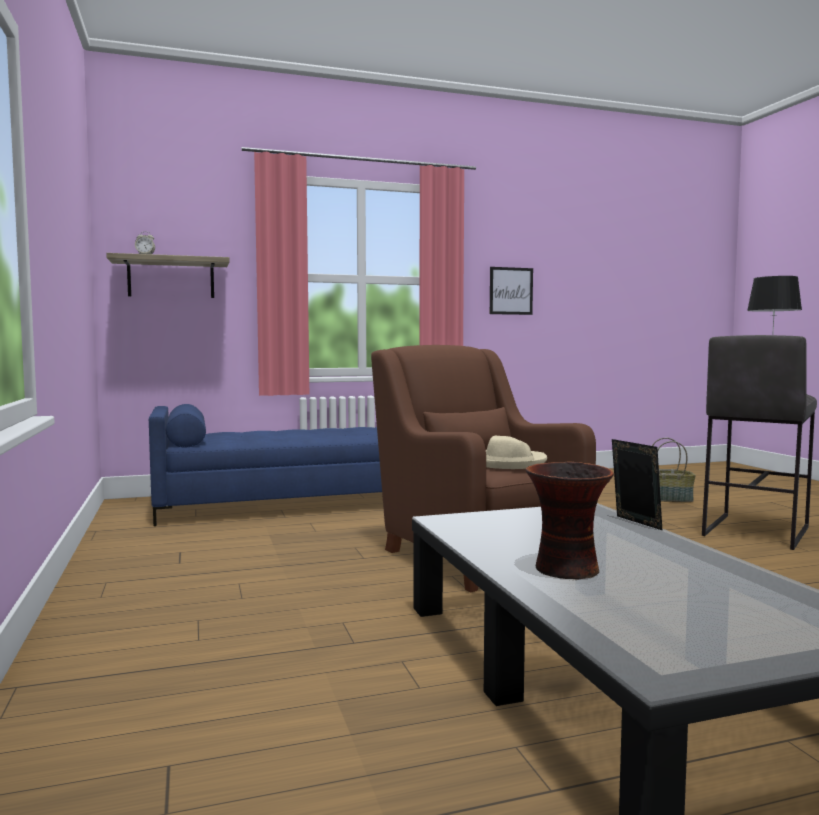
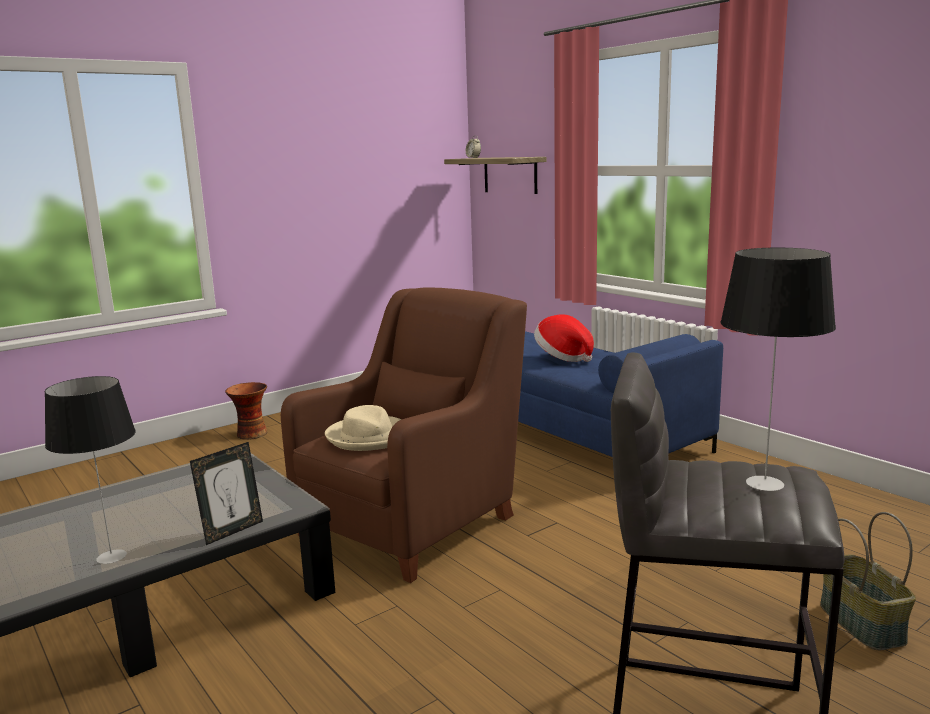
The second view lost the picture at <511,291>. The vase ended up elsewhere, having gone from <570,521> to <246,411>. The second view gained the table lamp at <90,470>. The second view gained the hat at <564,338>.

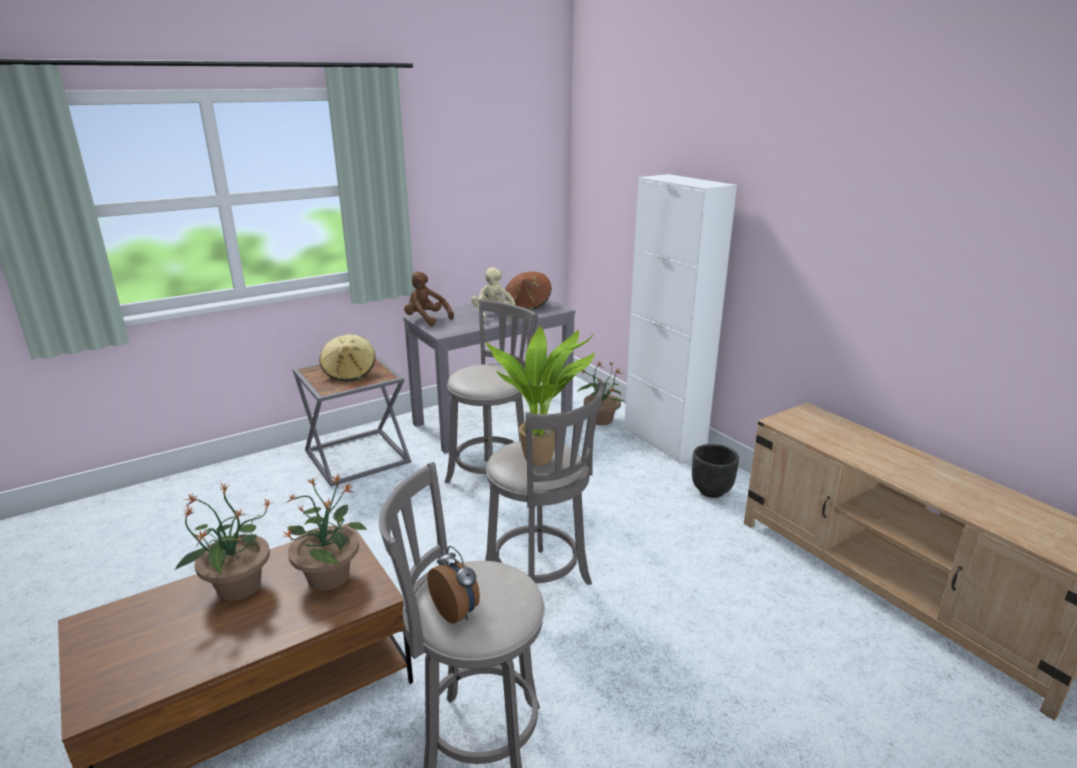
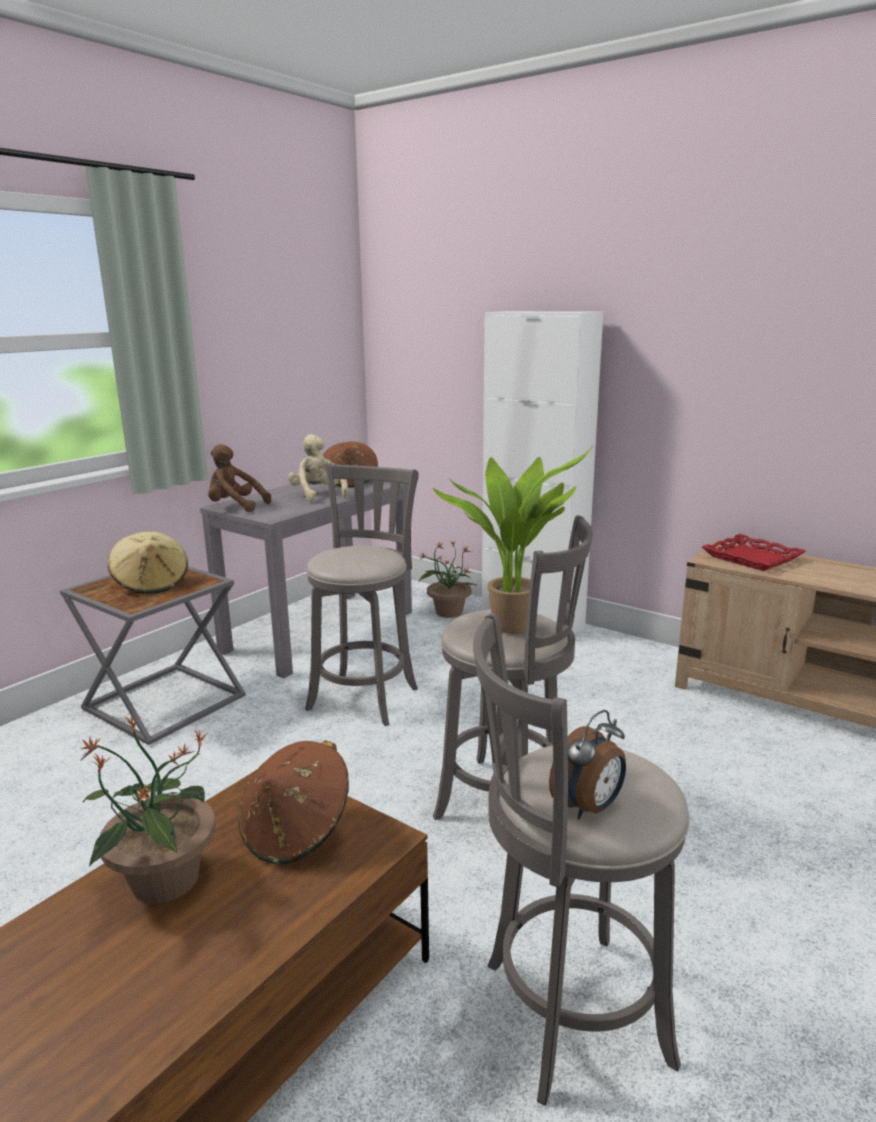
Where the potted plant stood at <325,532>, the brown hat came to stand at <294,802>. The alarm clock at <453,585> ended up facing another way, 105 degrees clockwise from before. The second view lost the black planter at <715,471>. The second view gained the red tray at <754,552>.

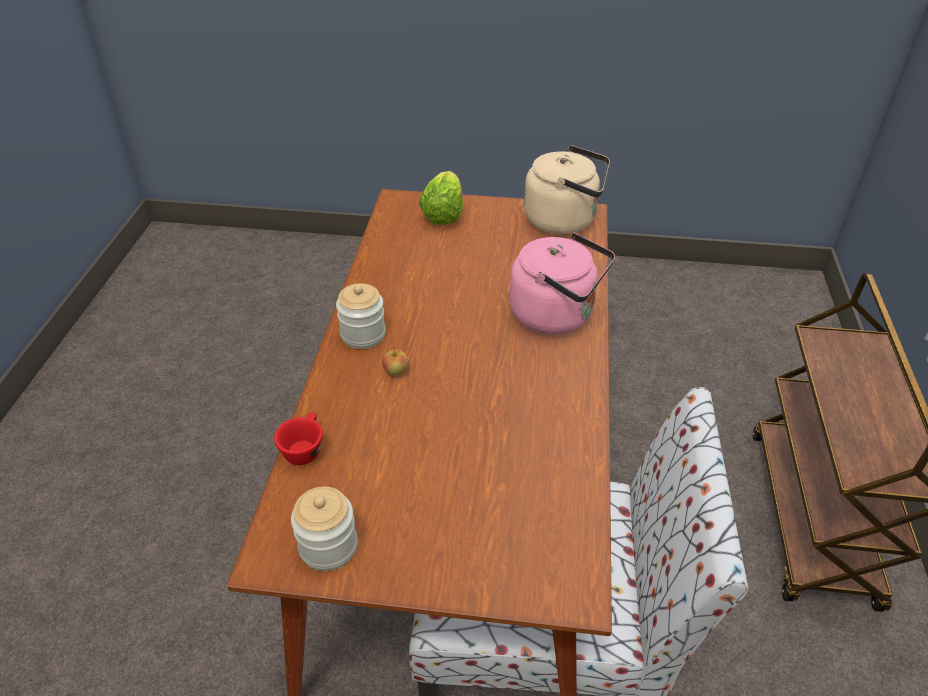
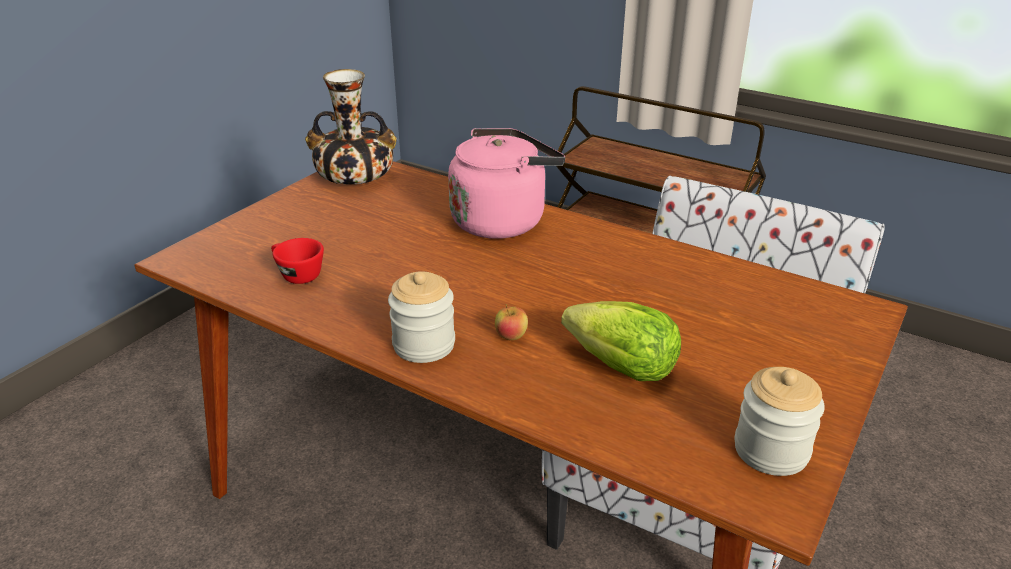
The red cup ended up elsewhere, having gone from <298,438> to <297,261>. The lettuce ended up elsewhere, having gone from <441,198> to <621,341>. Where the beige kettle stood at <567,189>, the vase came to stand at <351,127>.

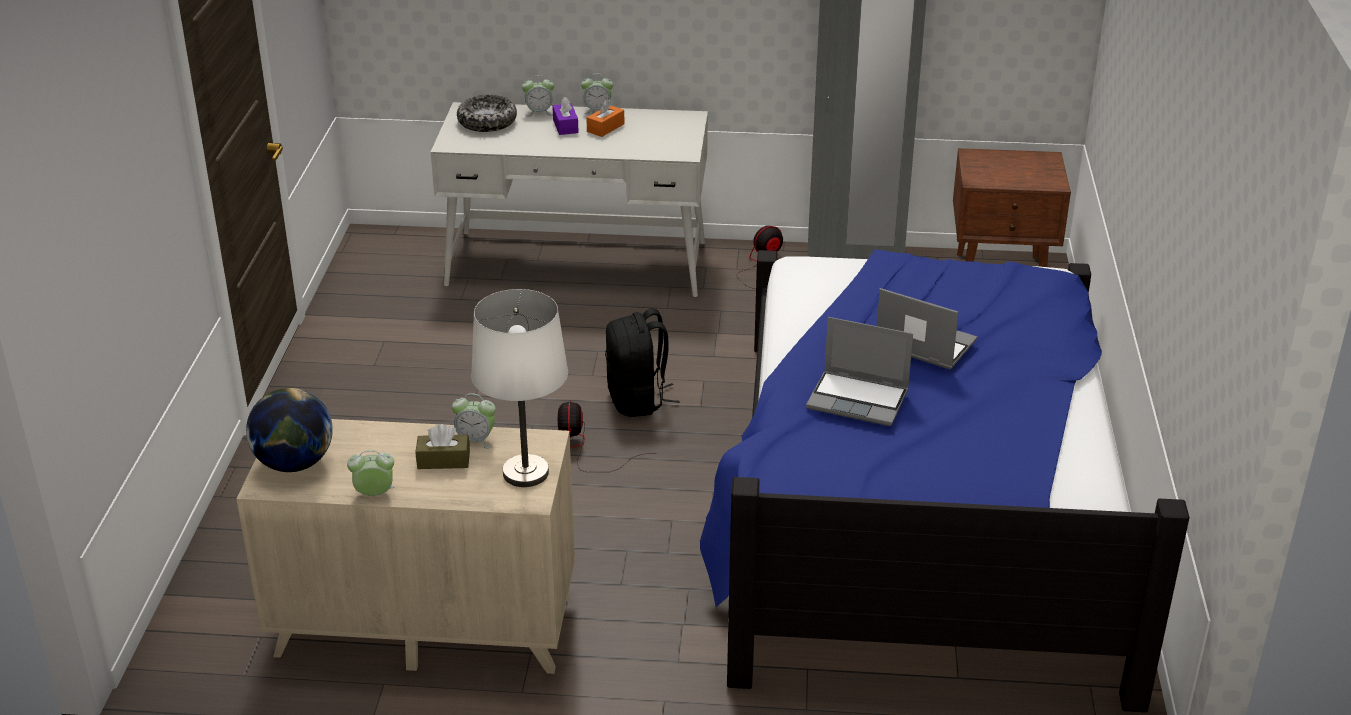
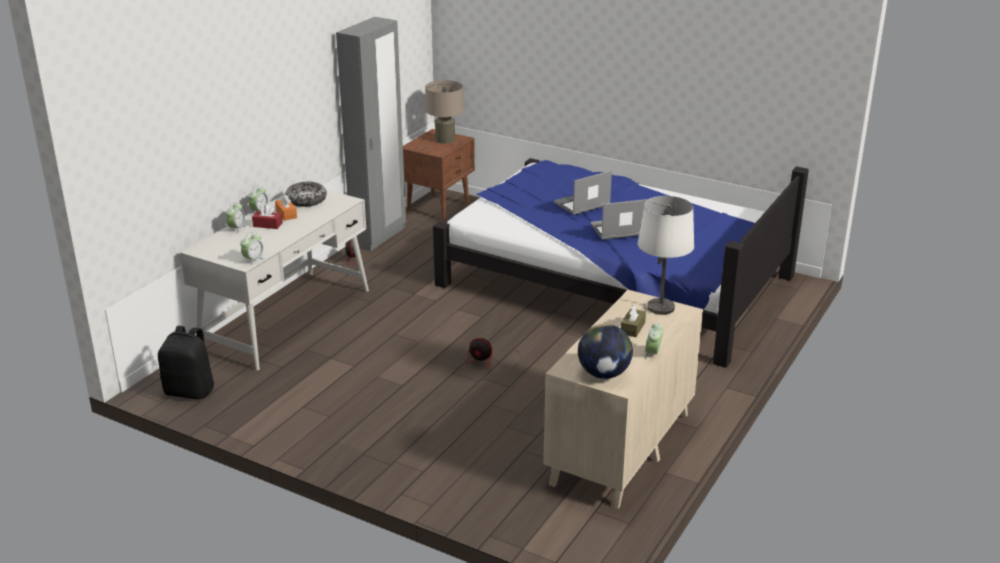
The alarm clock ended up elsewhere, having gone from <474,421> to <252,249>. The bowl ended up elsewhere, having gone from <487,113> to <306,194>. What was the purple tissue box at <565,116> turned into the red tissue box at <267,216>. The black backpack ended up elsewhere, having gone from <642,363> to <186,362>. The laptop at <859,371> ended up facing another way, 150 degrees counterclockwise from before. The second view gained the beige table lamp at <444,112>.

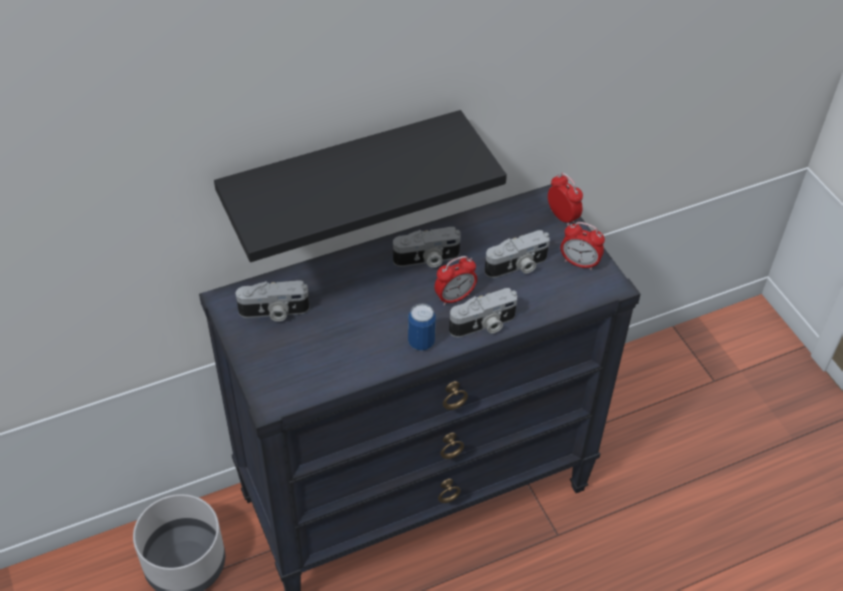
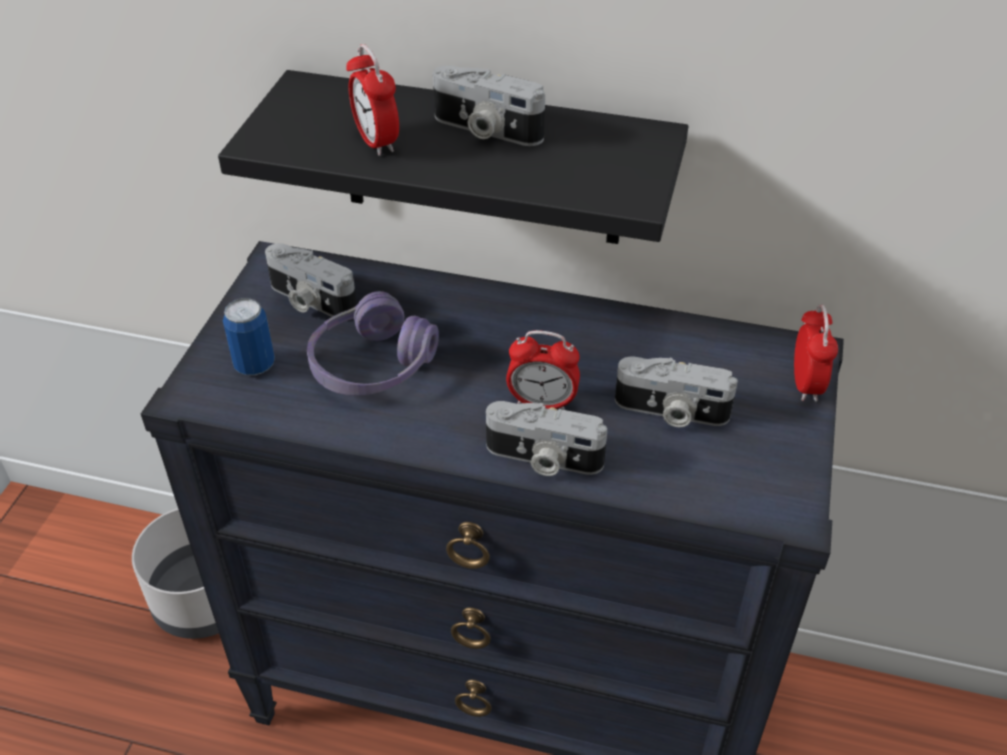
The photo camera ended up elsewhere, having gone from <427,247> to <489,105>. The can ended up elsewhere, having gone from <422,327> to <249,336>. The alarm clock ended up elsewhere, having gone from <583,246> to <372,100>. The second view gained the purple headphones at <373,343>.

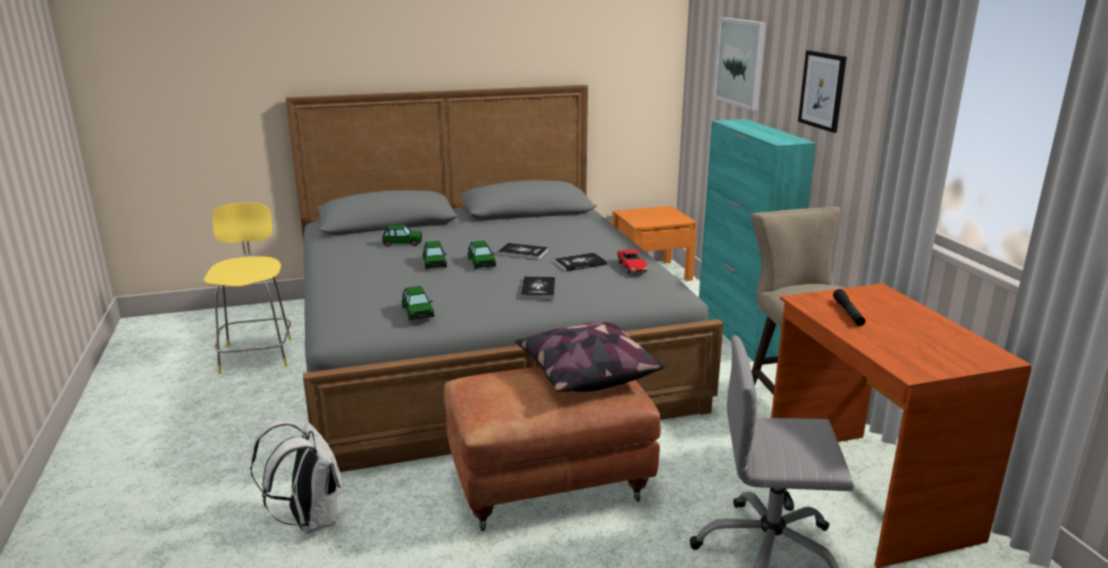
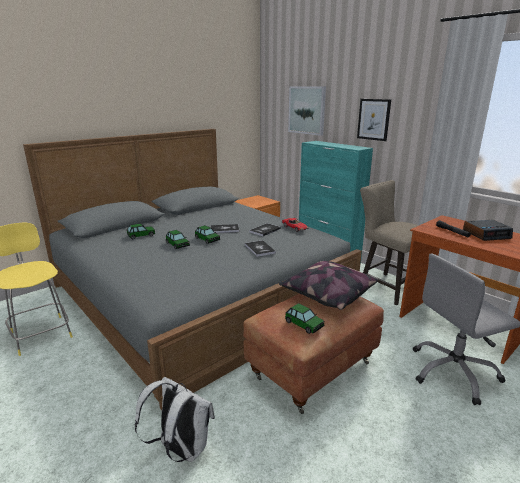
The toy car ended up elsewhere, having gone from <418,303> to <304,318>. The second view gained the alarm clock at <488,230>.

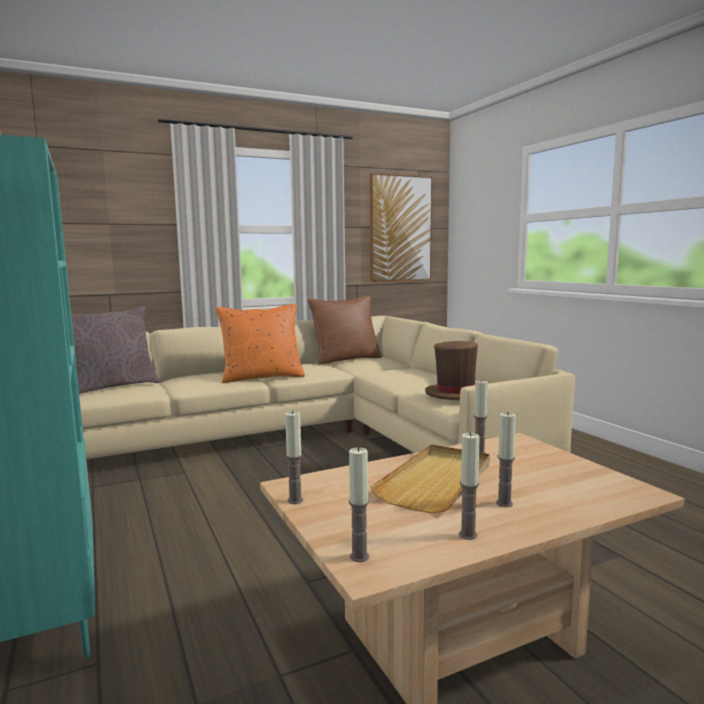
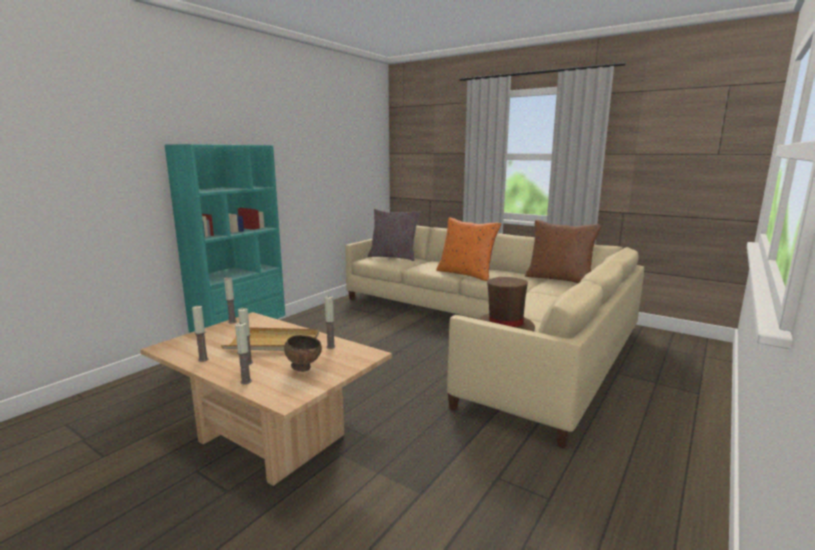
The candle ended up elsewhere, having gone from <359,504> to <243,353>. The second view lost the picture at <401,227>. The second view gained the brown bowl at <303,353>.

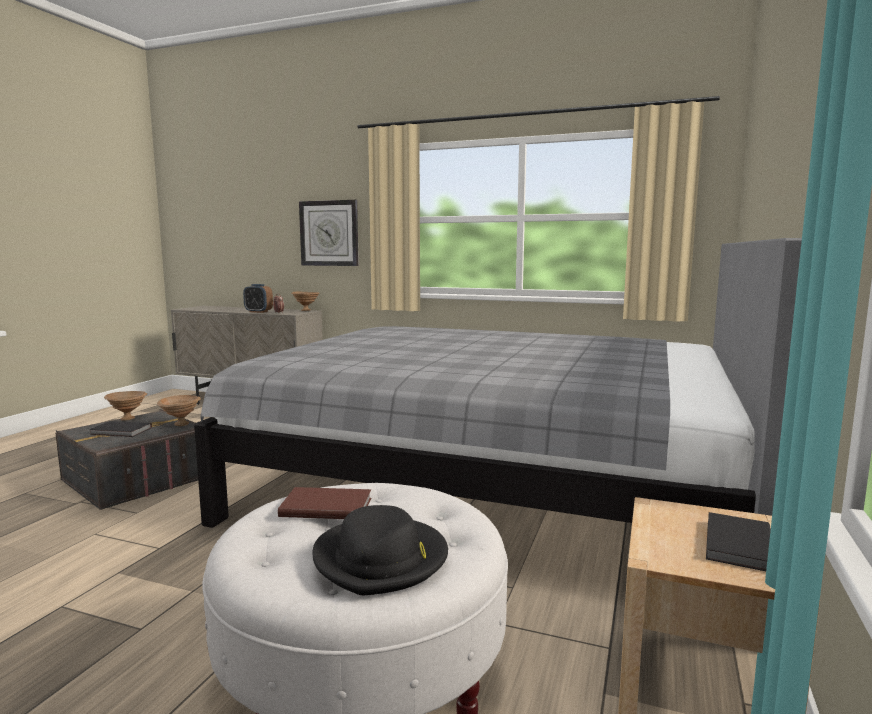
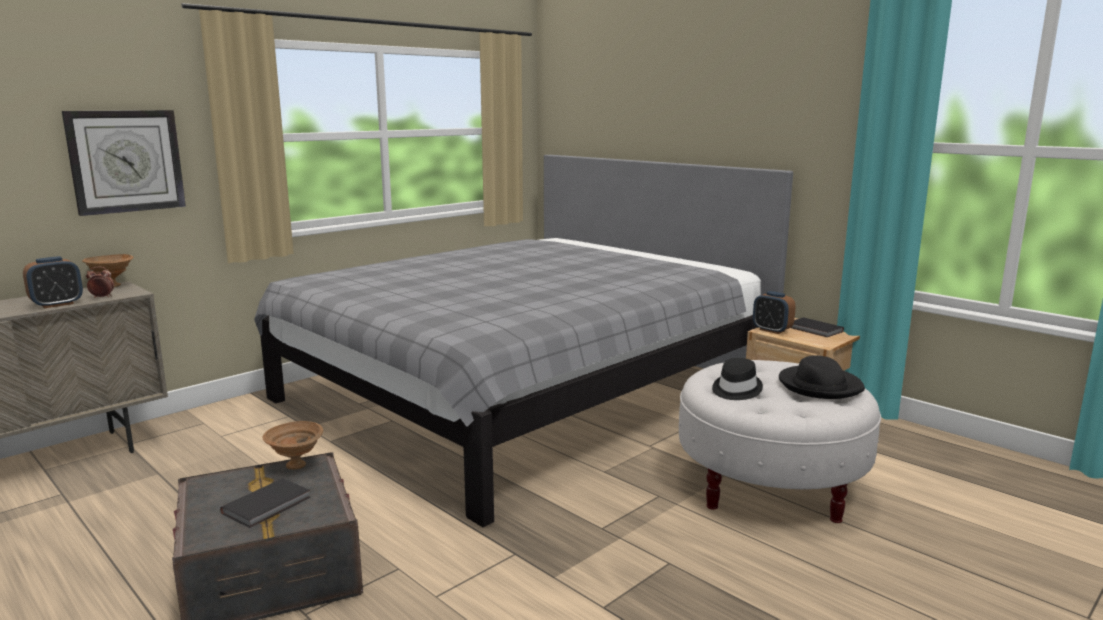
The second view lost the brown bowl at <125,406>. Where the brown book stood at <324,503>, the black hat came to stand at <737,379>. The second view gained the alarm clock at <774,312>.

